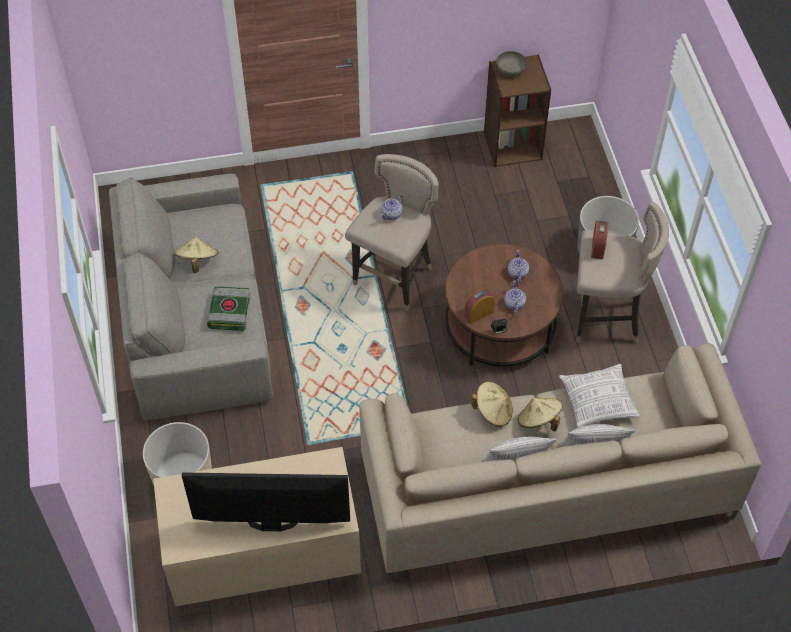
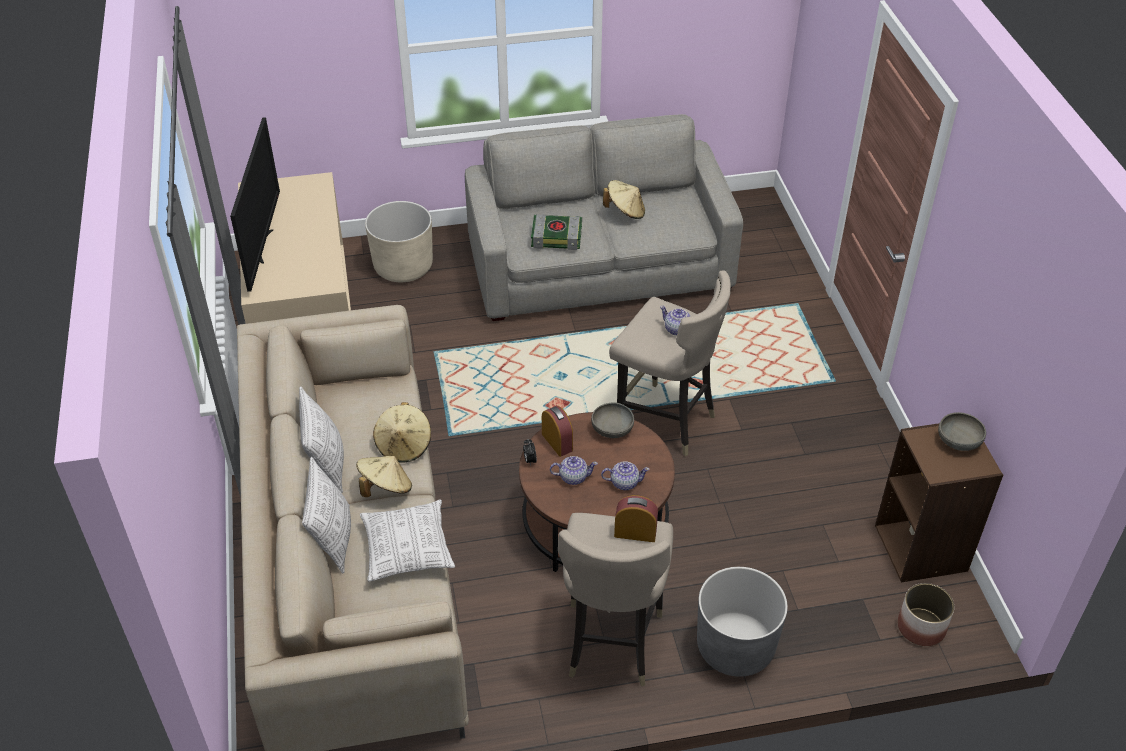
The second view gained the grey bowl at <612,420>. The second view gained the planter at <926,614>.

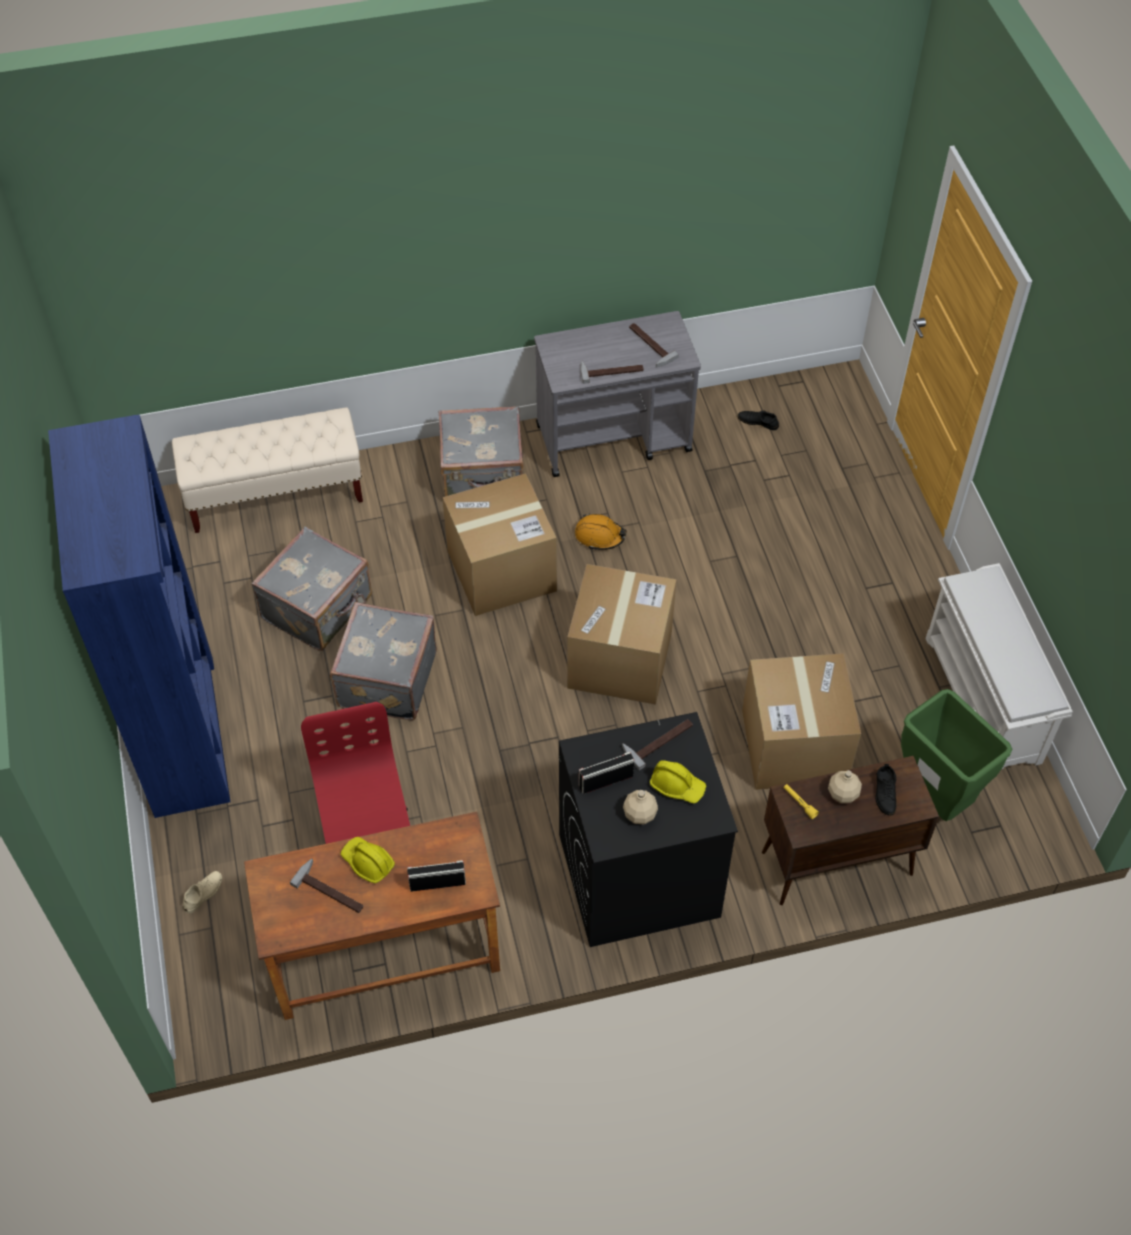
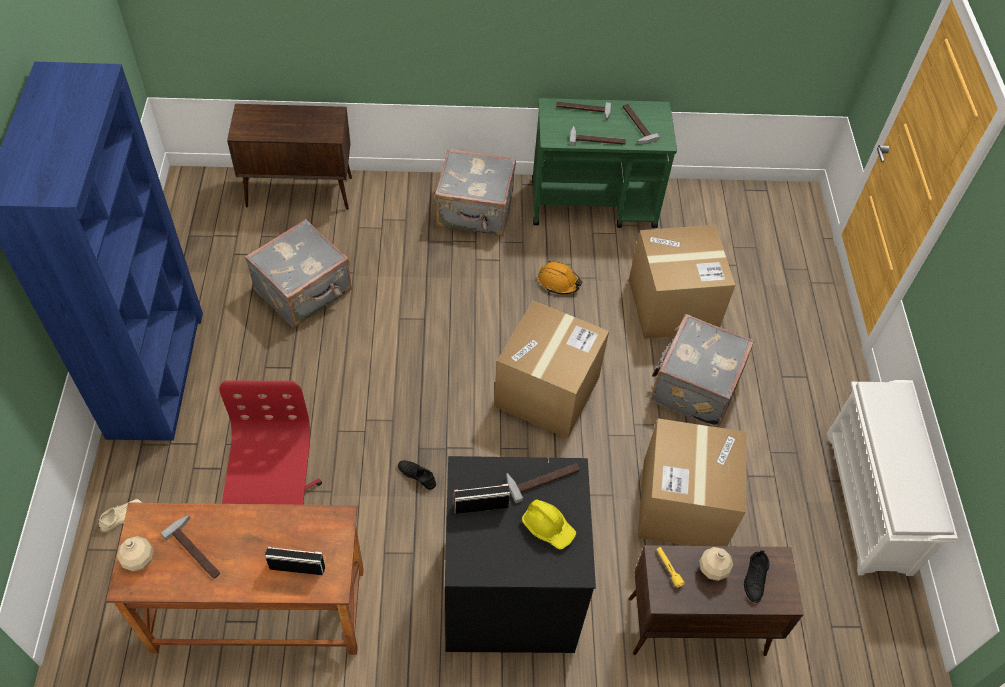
Where the beige bench stood at <267,470>, the brown cabinet came to stand at <289,157>. The grey suitcase ended up elsewhere, having gone from <383,661> to <702,370>. The second view lost the yellow hard hat at <368,860>. The cardboard box ended up elsewhere, having gone from <500,544> to <682,282>. What was the grey cart at <617,394> turned into the green cart at <604,163>. The beige bottle ended up elsewhere, having gone from <640,807> to <135,554>. The black shoe ended up elsewhere, having gone from <758,420> to <417,475>. The second view lost the green trash can at <956,755>. The second view gained the hammer at <583,111>.

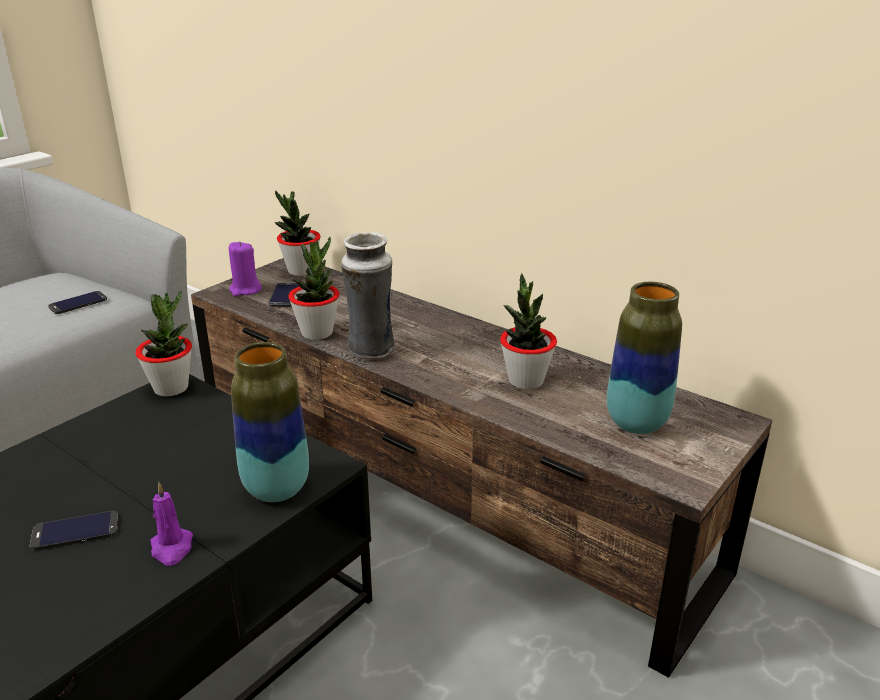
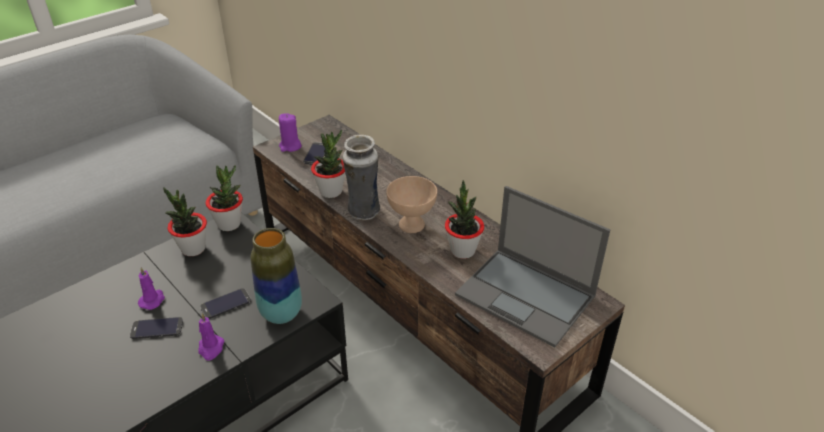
The phone ended up elsewhere, having gone from <77,302> to <225,303>. The potted plant ended up elsewhere, having gone from <298,233> to <185,221>. Where the vase stood at <644,358>, the laptop came to stand at <533,267>. The second view gained the purple candle at <151,288>. The second view gained the beige bowl at <411,204>.

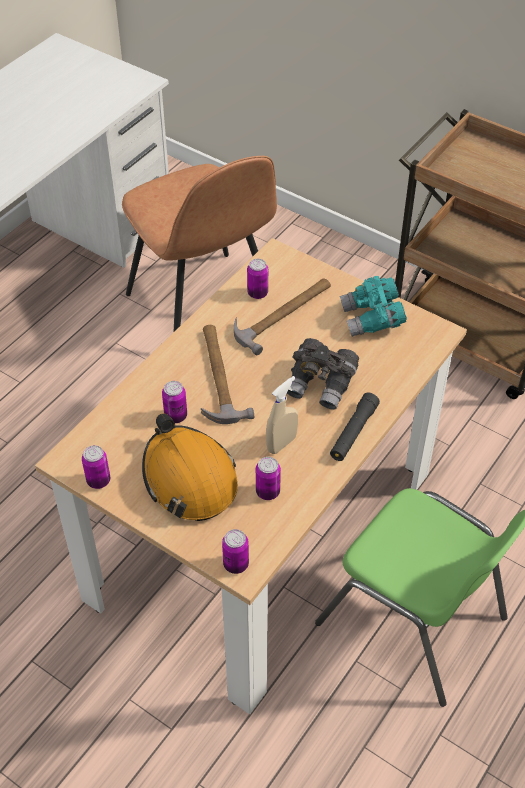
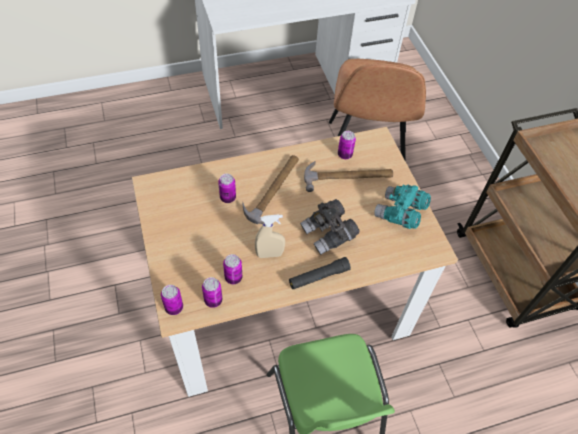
The can ended up elsewhere, having gone from <96,467> to <212,292>. The second view lost the orange hard hat at <190,467>.

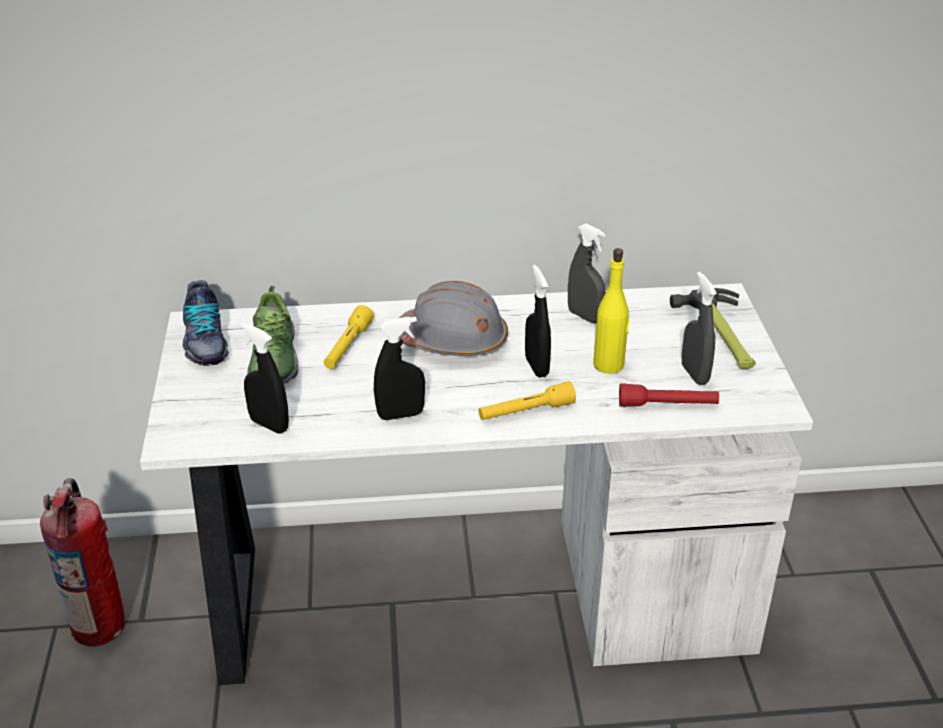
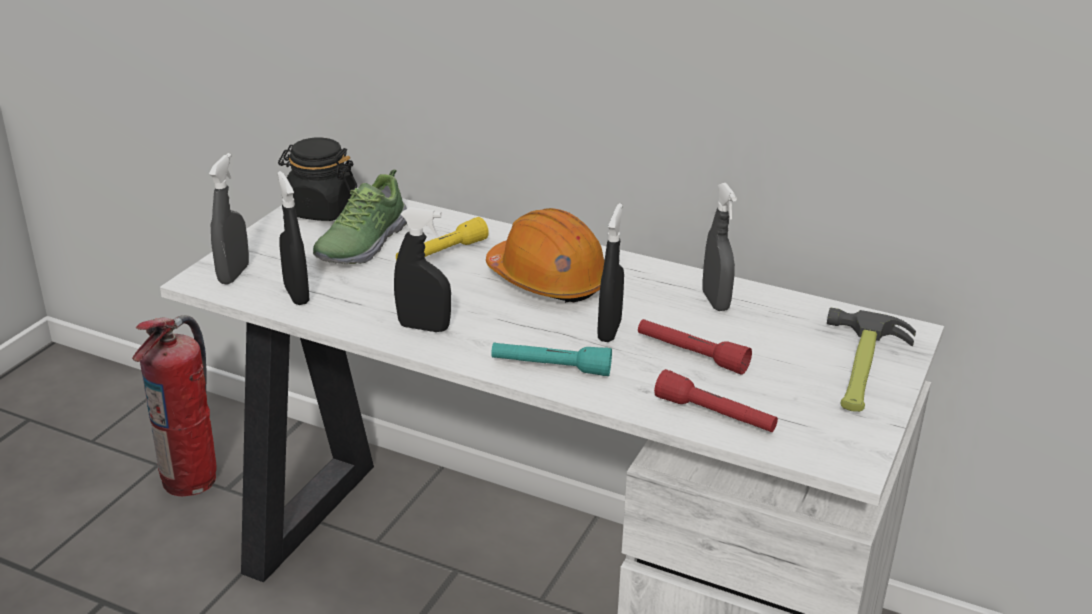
Where the shoe stood at <206,323>, the black jar came to stand at <317,179>. What was the grey hard hat at <453,318> turned into the orange hard hat at <545,255>. What was the yellow flashlight at <527,400> turned into the turquoise flashlight at <551,359>. Where the yellow bottle stood at <611,311>, the red flashlight came to stand at <695,347>. The grey spray bottle ended up elsewhere, having gone from <699,328> to <229,219>.

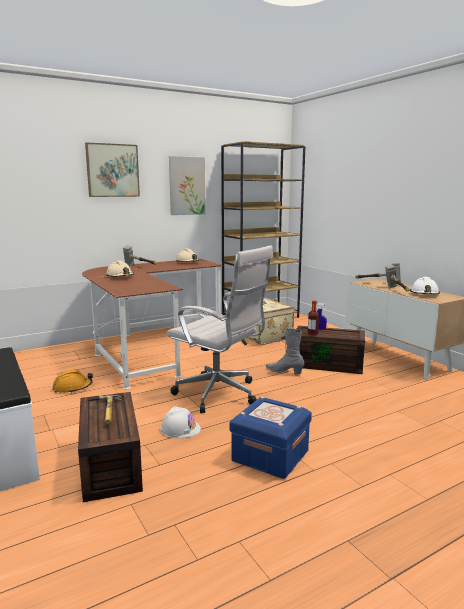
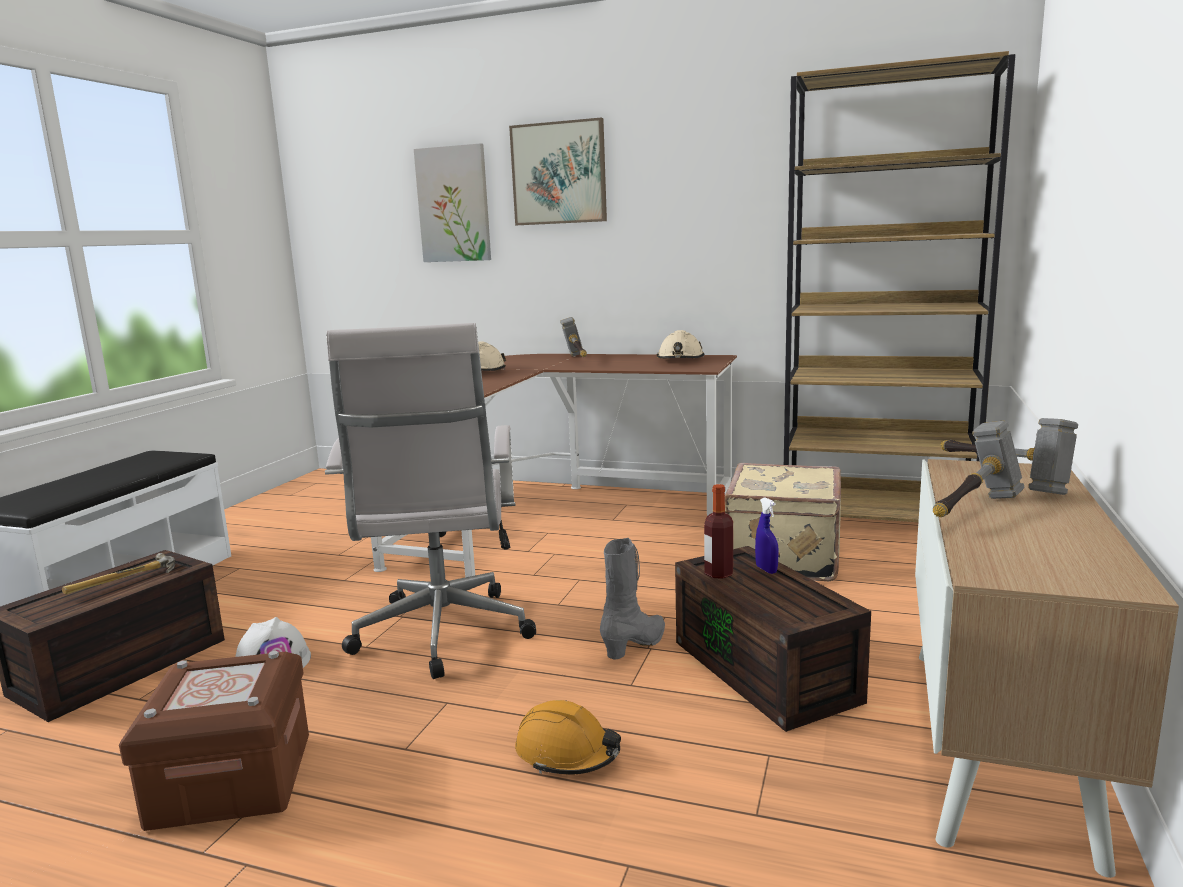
The orange hard hat ended up elsewhere, having gone from <73,381> to <568,737>. The picture ended up elsewhere, having gone from <187,185> to <452,202>. What was the blue storage box at <270,438> turned into the brown storage box at <214,741>. The grey boot at <285,351> ended up facing another way, 45 degrees clockwise from before. The second view lost the white hard hat at <425,285>.

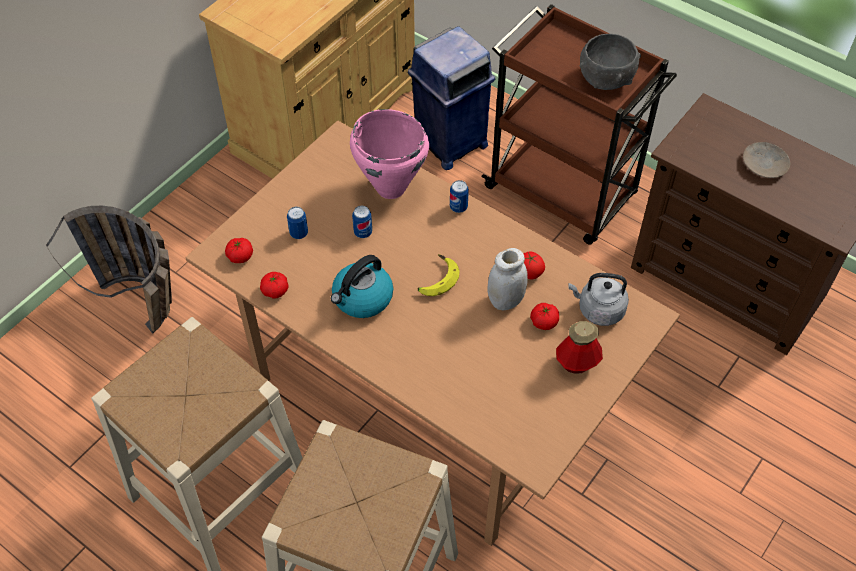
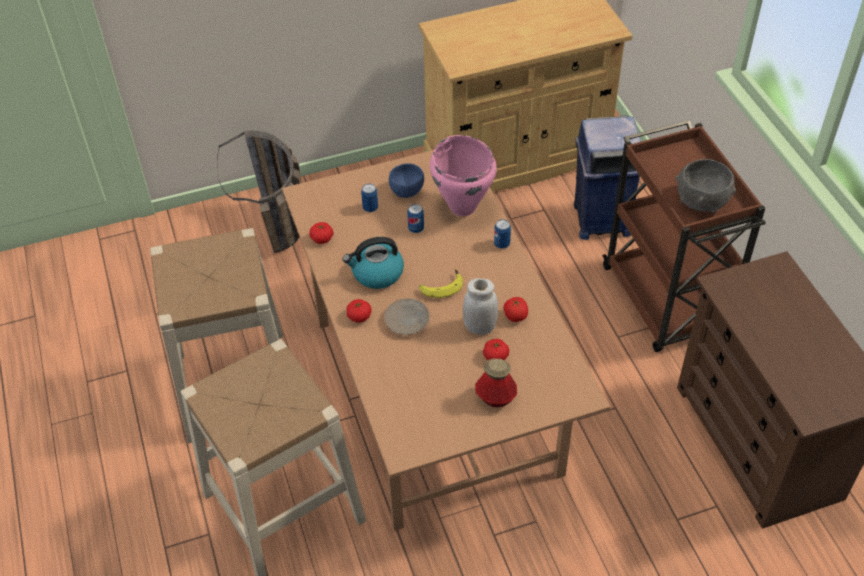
The tomato ended up elsewhere, having gone from <239,250> to <359,311>. The second view lost the grey kettle at <598,299>. The beige plate ended up elsewhere, having gone from <766,160> to <407,316>. The second view gained the blue bowl at <406,180>.

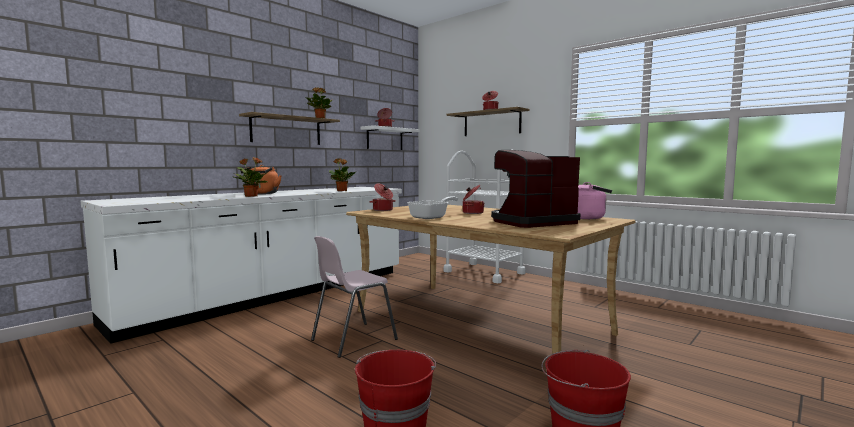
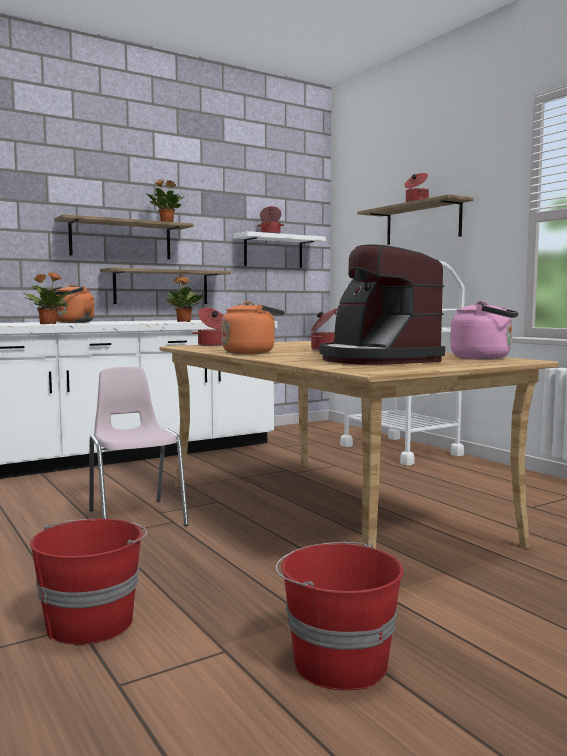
The pink chair at <354,297> ended up facing another way, 90 degrees clockwise from before. Where the frying pan stood at <432,207>, the orange kettle came to stand at <253,327>. The coffee machine at <535,189> ended up facing another way, 105 degrees counterclockwise from before. The second view gained the shelf at <165,285>.

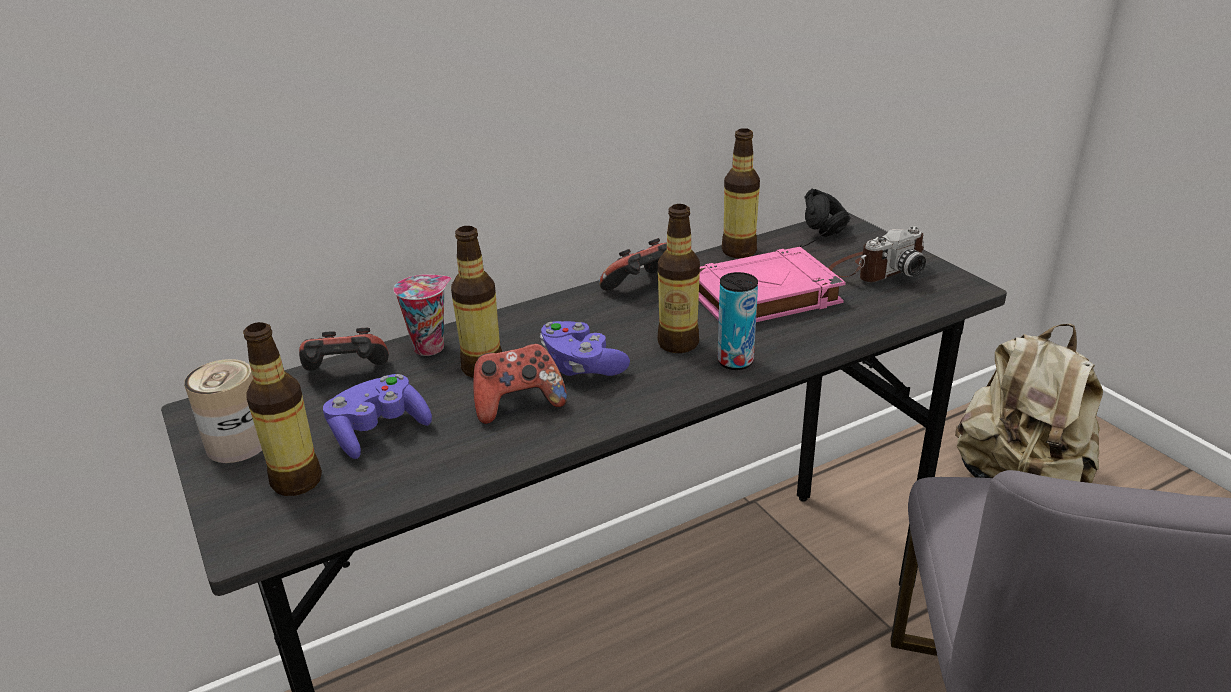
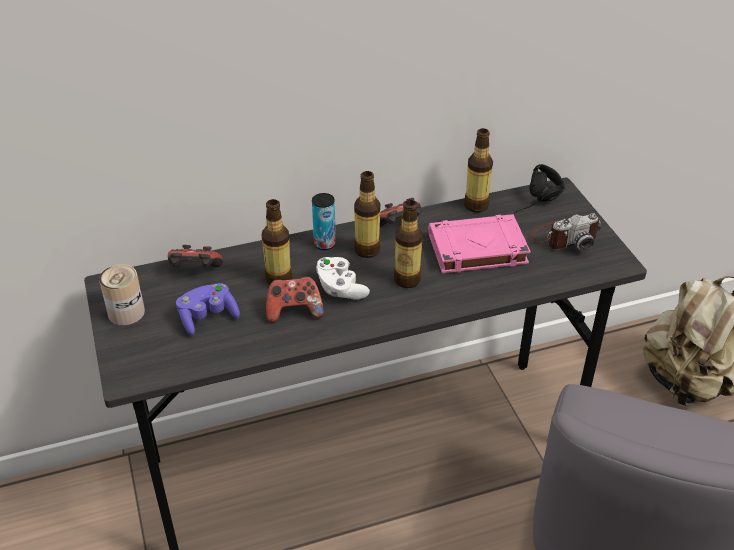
The bottle ended up elsewhere, having gone from <282,409> to <367,214>. The second view lost the cup at <423,315>. What was the purple game controller at <585,348> turned into the white game controller at <343,278>. The can ended up elsewhere, having gone from <737,321> to <324,221>.

